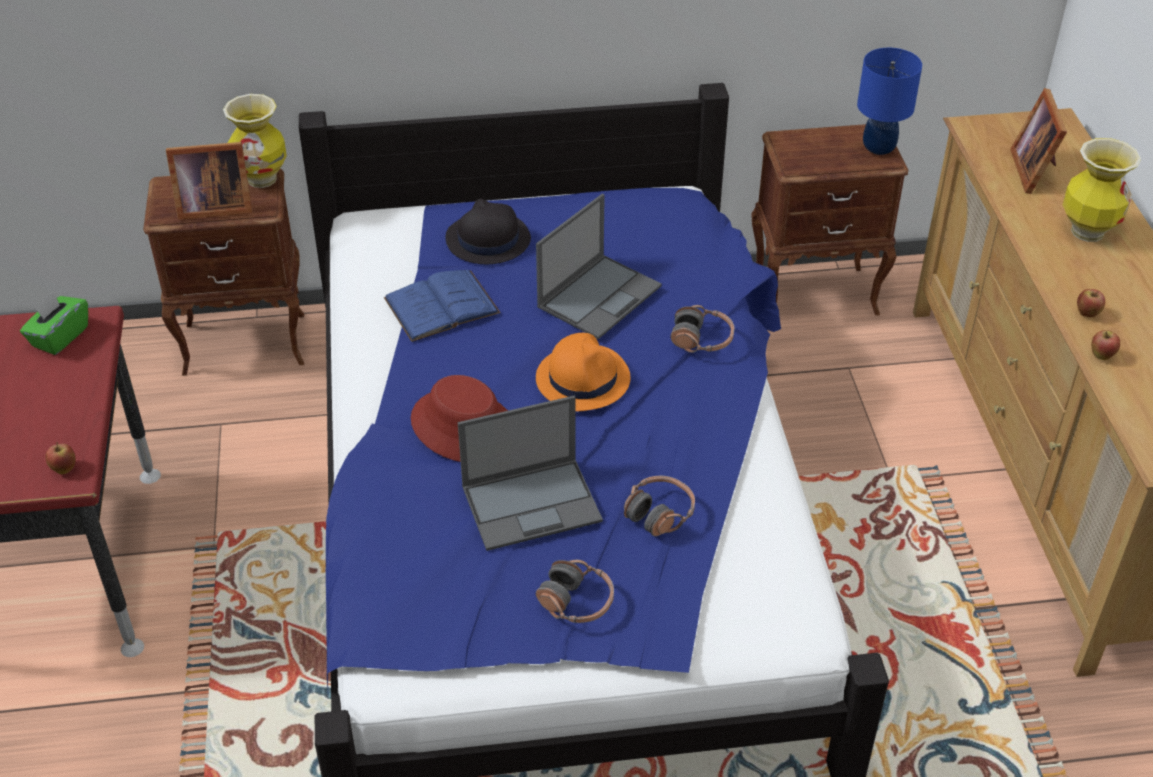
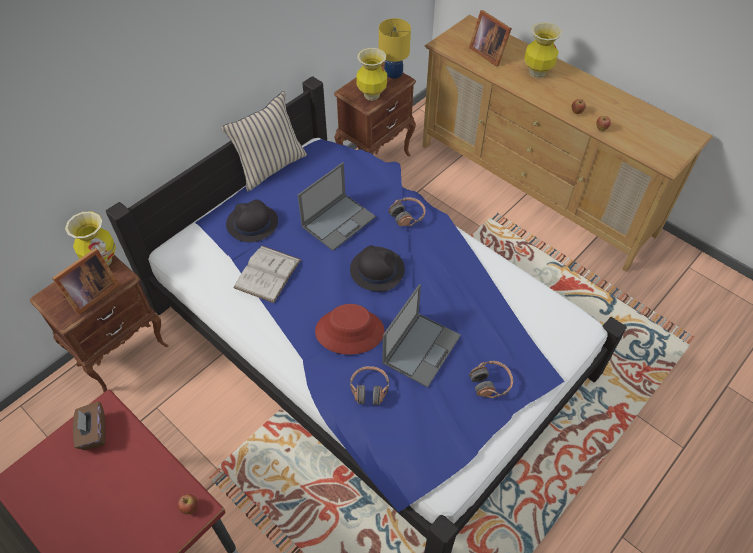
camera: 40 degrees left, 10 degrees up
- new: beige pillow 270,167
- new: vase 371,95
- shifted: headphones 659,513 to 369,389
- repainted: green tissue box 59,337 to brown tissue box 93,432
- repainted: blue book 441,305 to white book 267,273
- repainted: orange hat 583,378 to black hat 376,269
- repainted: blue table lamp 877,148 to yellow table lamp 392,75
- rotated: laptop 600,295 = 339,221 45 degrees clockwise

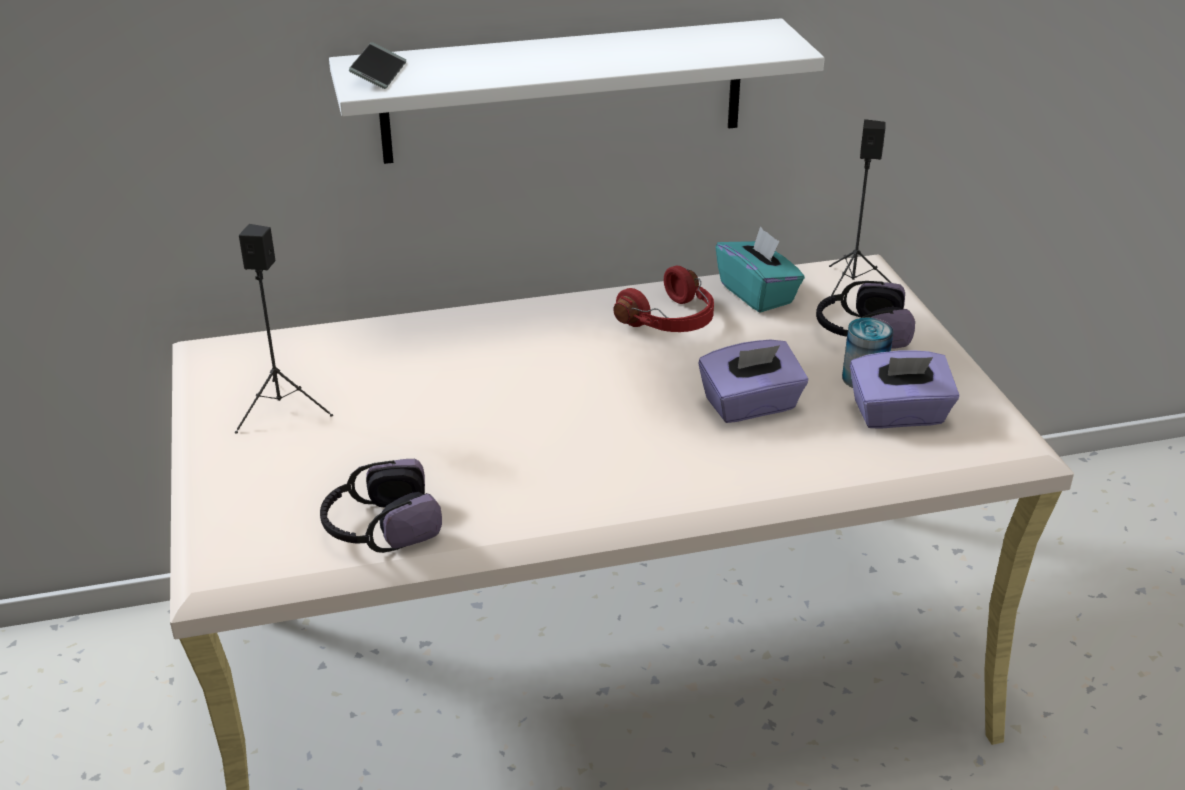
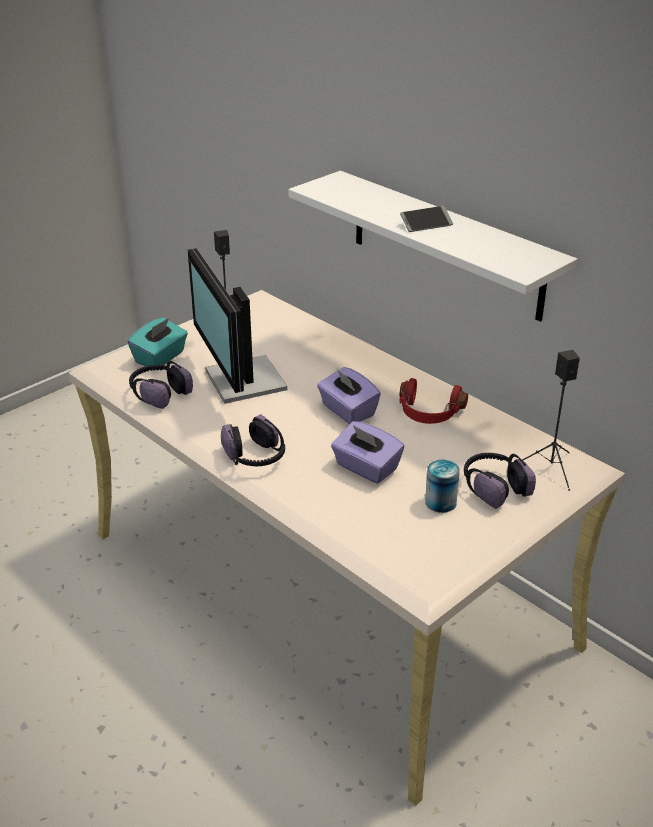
camera: 60 degrees right, 0 degrees up
- new: monitor 242,381
- new: headphones 255,457
- shifted: phone 379,74 to 426,224
- shifted: turquoise tissue box 757,294 to 160,357
- shifted: purple tissue box 899,415 to 347,411

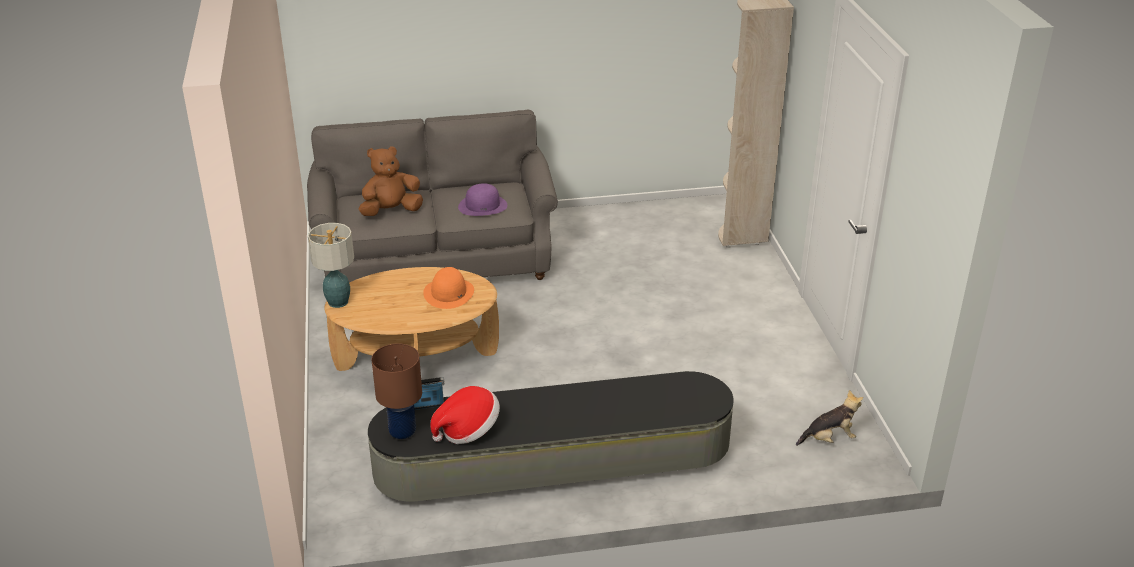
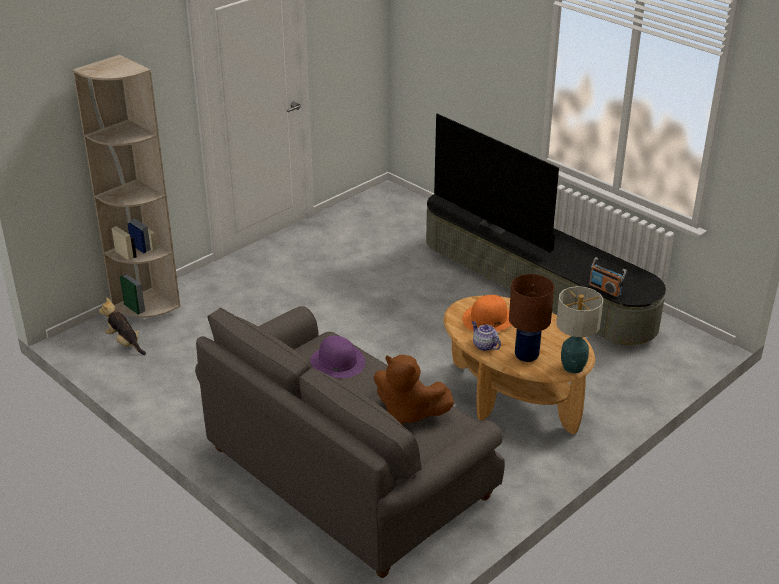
camera: 125 degrees left, 0 degrees up
- gone: hat 468,430
- new: television 497,225
- new: teapot 484,345
- shifted: brown table lamp 402,433 to 527,357
- shifted: plush toy 829,439 to 125,343

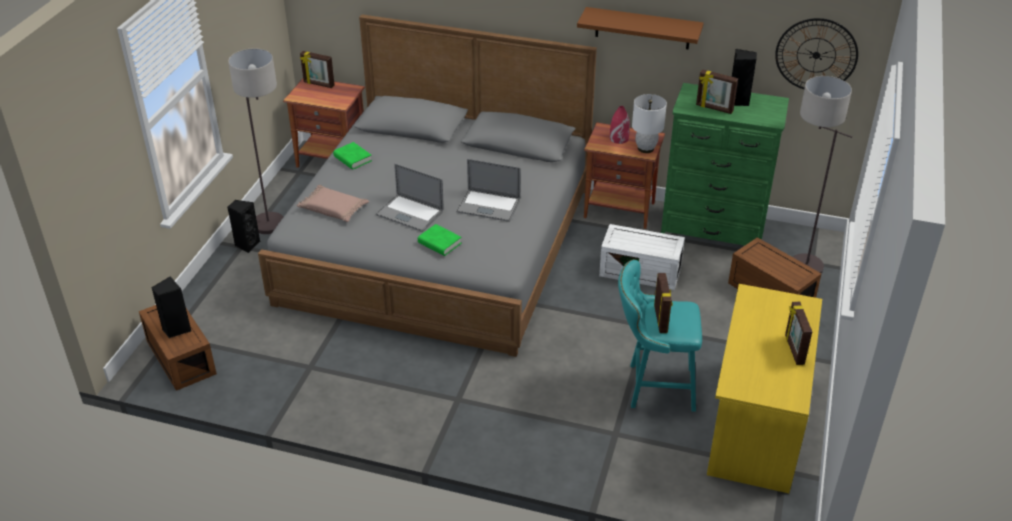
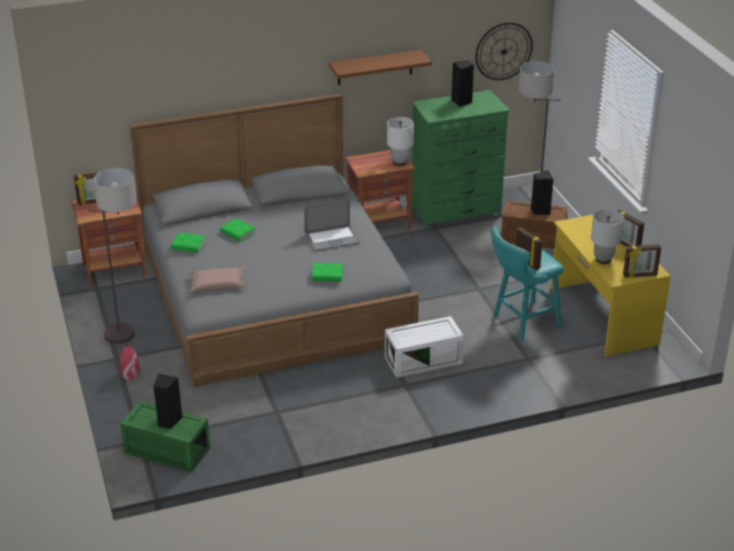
camera: 35 degrees left, 5 degrees down
- gone: laptop 409,213
- new: green book 238,233
- new: white table lamp 603,260
- shifted: black speaker 247,244 to 540,211
- shifted: white storage box 641,271 to 424,359
- shifted: red vase 619,138 to 130,373
- shifted: picture frame 714,108 to 640,275
- repainted: brown storage box 179,357 to green storage box 165,450

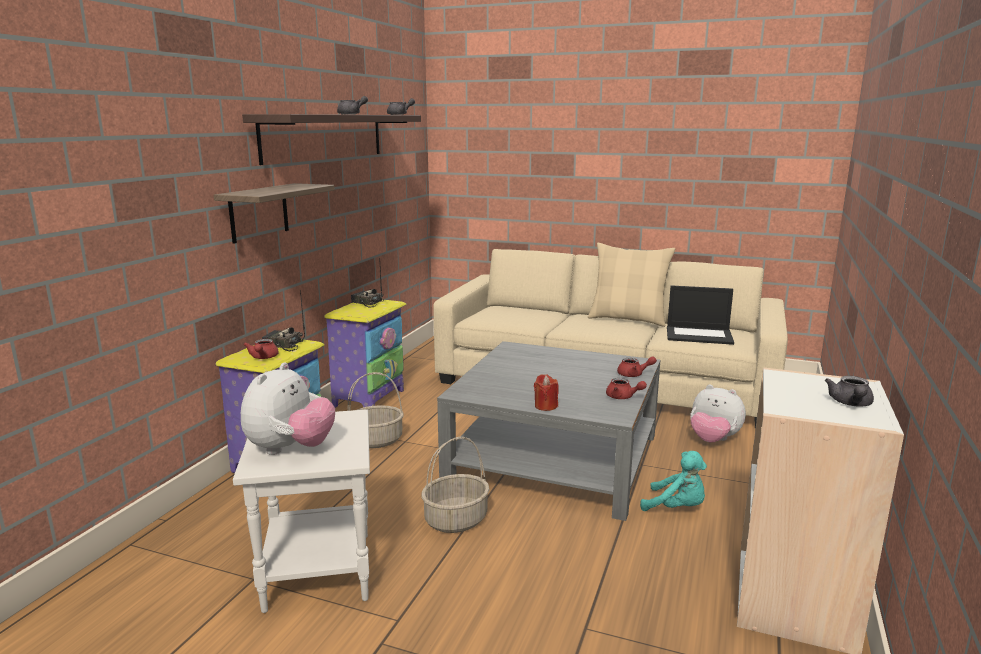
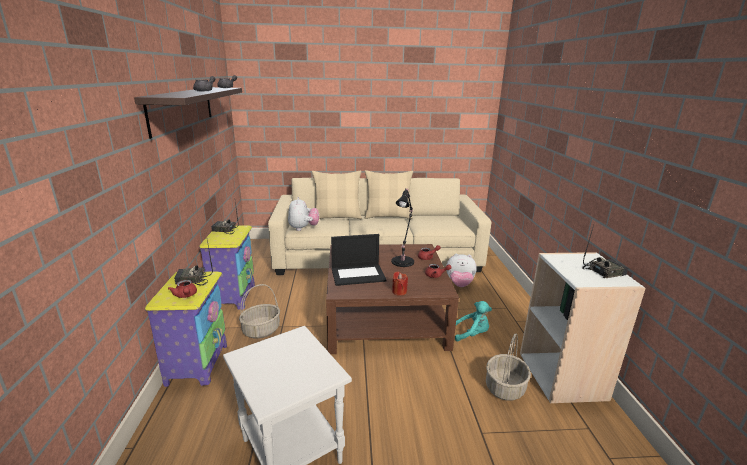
camera: 25 degrees left, 5 degrees up
- gone: shelf 259,212
- new: beige pillow 337,217
- new: black table lamp 403,261
- shifted: plush toy 290,449 to 303,228
- shifted: basket 455,520 to 505,388
- shifted: laptop 699,335 to 358,274
- swapped: grey teapot 850,404 to radio 603,271
- repainted: grey coffee table 554,458 to brown coffee table 385,316

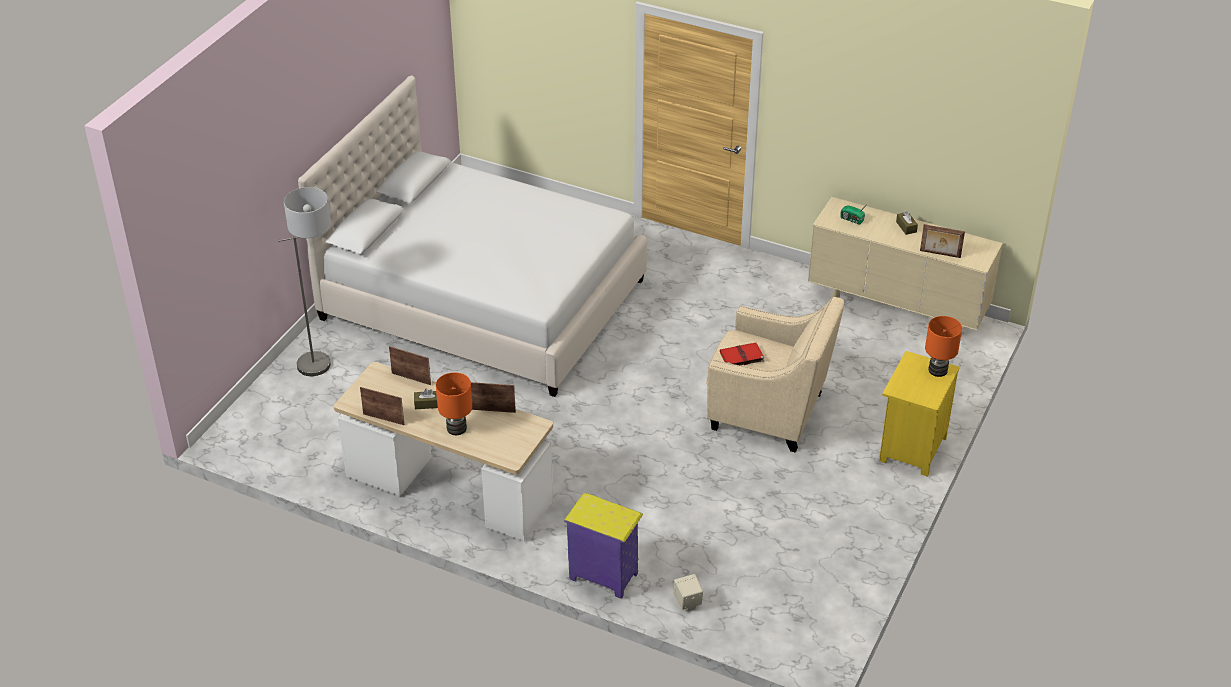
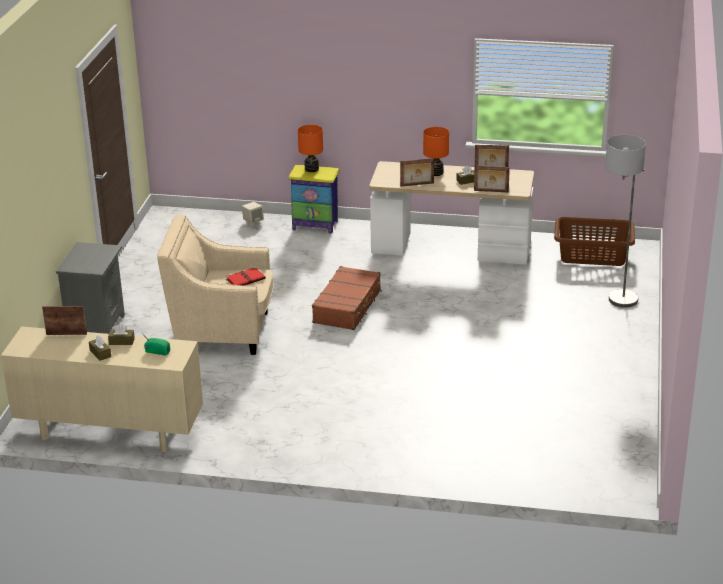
camera: 165 degrees right, 10 degrees down
- gone: white bed 483,299
- new: brown tissue box 121,341
- new: brown suitcase 348,306
- new: brown laundry basket 593,255
- shifted: orange table lamp 937,370 to 311,169
- repainted: yellow nightstand 910,449 to grey nightstand 98,326

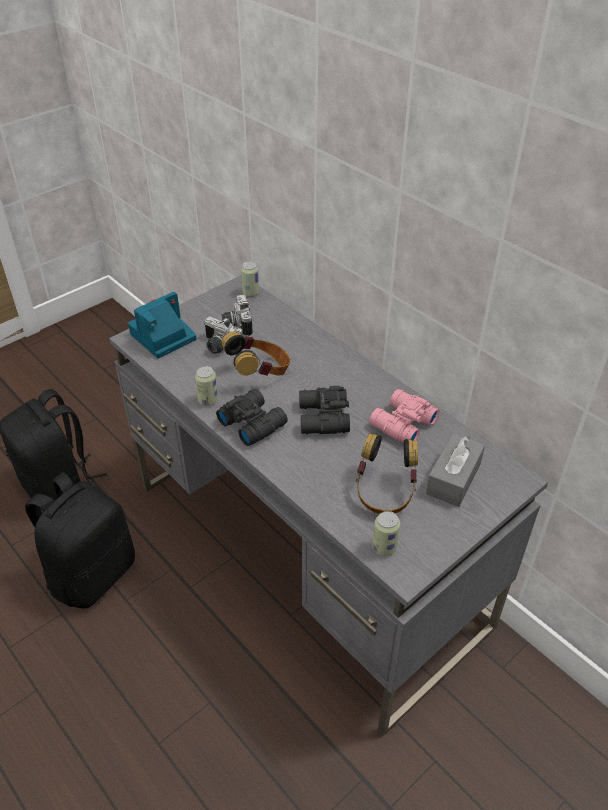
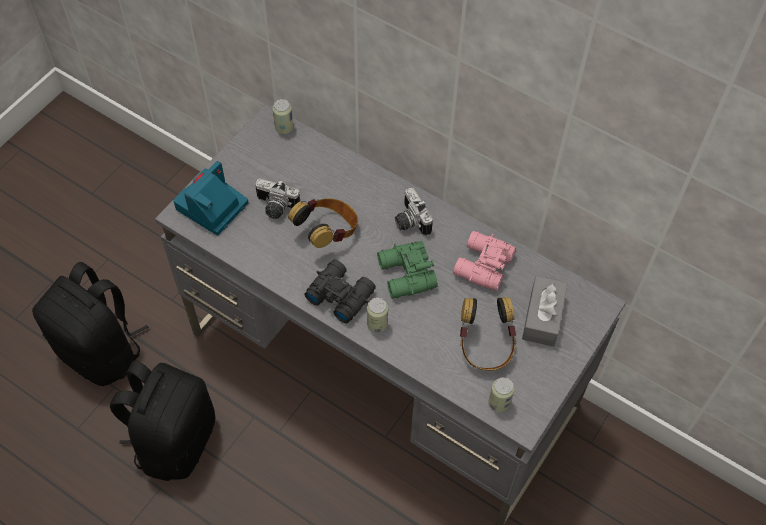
camera: 15 degrees left, 15 degrees up
- shifted: can 208,400 to 377,324
- shifted: photo camera 236,325 to 409,221
- repainted: black binoculars 322,419 to green binoculars 405,276

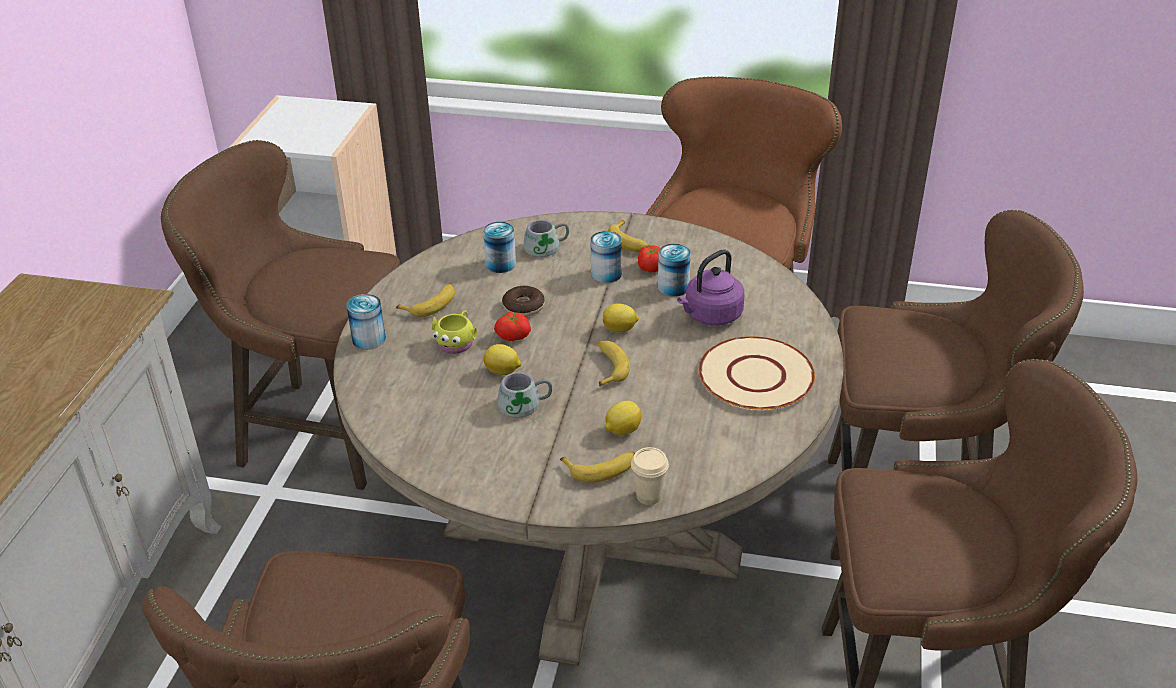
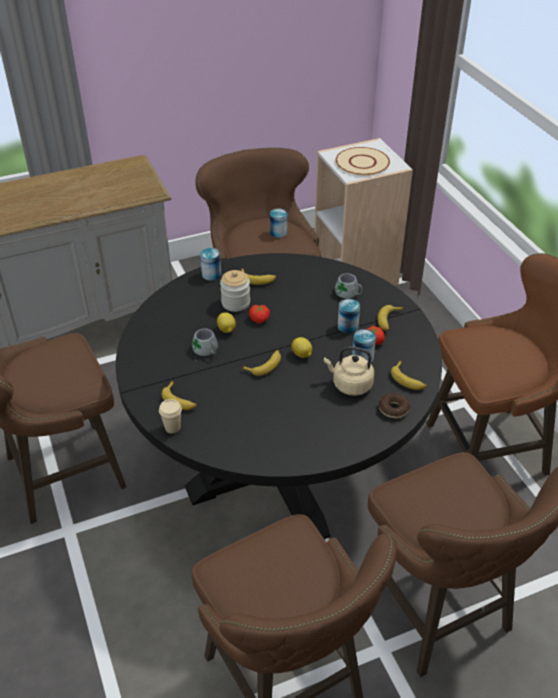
camera: 55 degrees right, 5 degrees up
- gone: lemon 622,430
- new: banana 408,380
- shifted: can 500,264 to 278,232
- shifted: donut 523,307 to 393,409
- shifted: beige plate 756,376 to 362,163
- swapped: yellow mug 456,342 to jar 235,303
- repainted: beige dining table 591,543 to black dining table 278,467
- repainted: purple kettle 710,316 to beige kettle 350,385

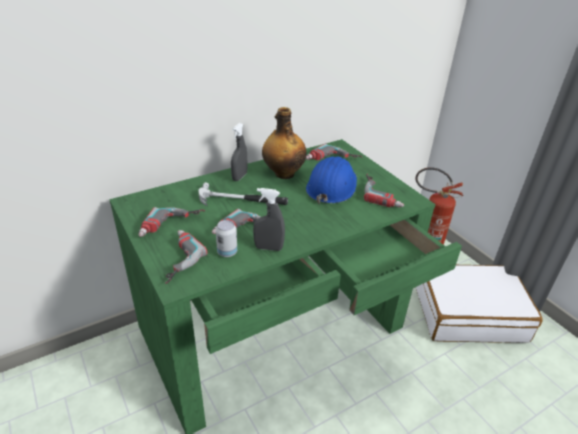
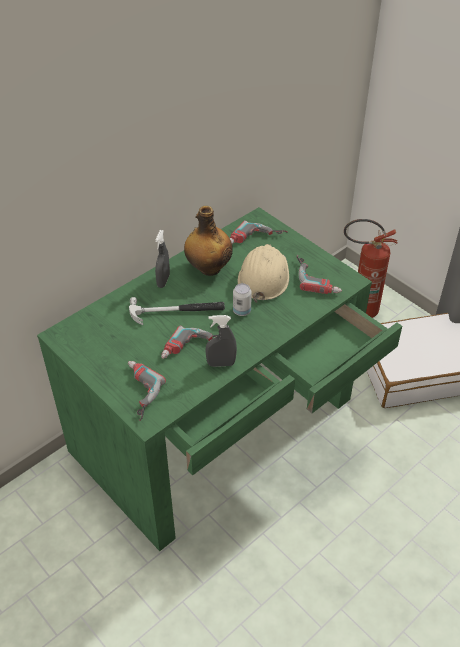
camera: 10 degrees left, 10 degrees up
- gone: power drill 172,226
- shifted: can 227,252 to 241,311
- repainted: blue hard hat 331,186 to beige hard hat 263,277

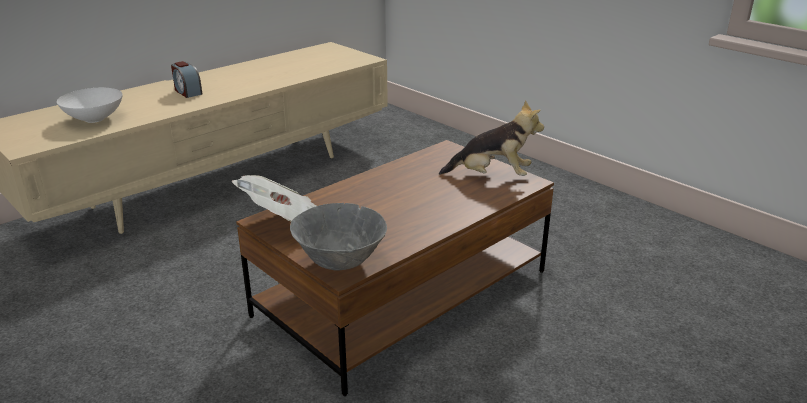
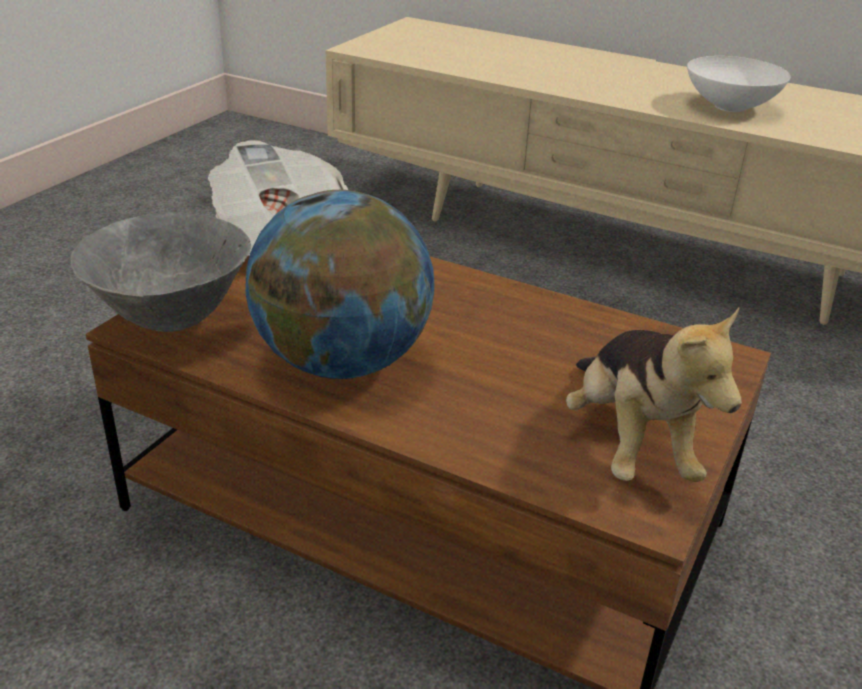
camera: 70 degrees right, 5 degrees up
- gone: alarm clock 187,92
- new: globe 342,362
- shifted: white bowl 94,119 to 731,106

